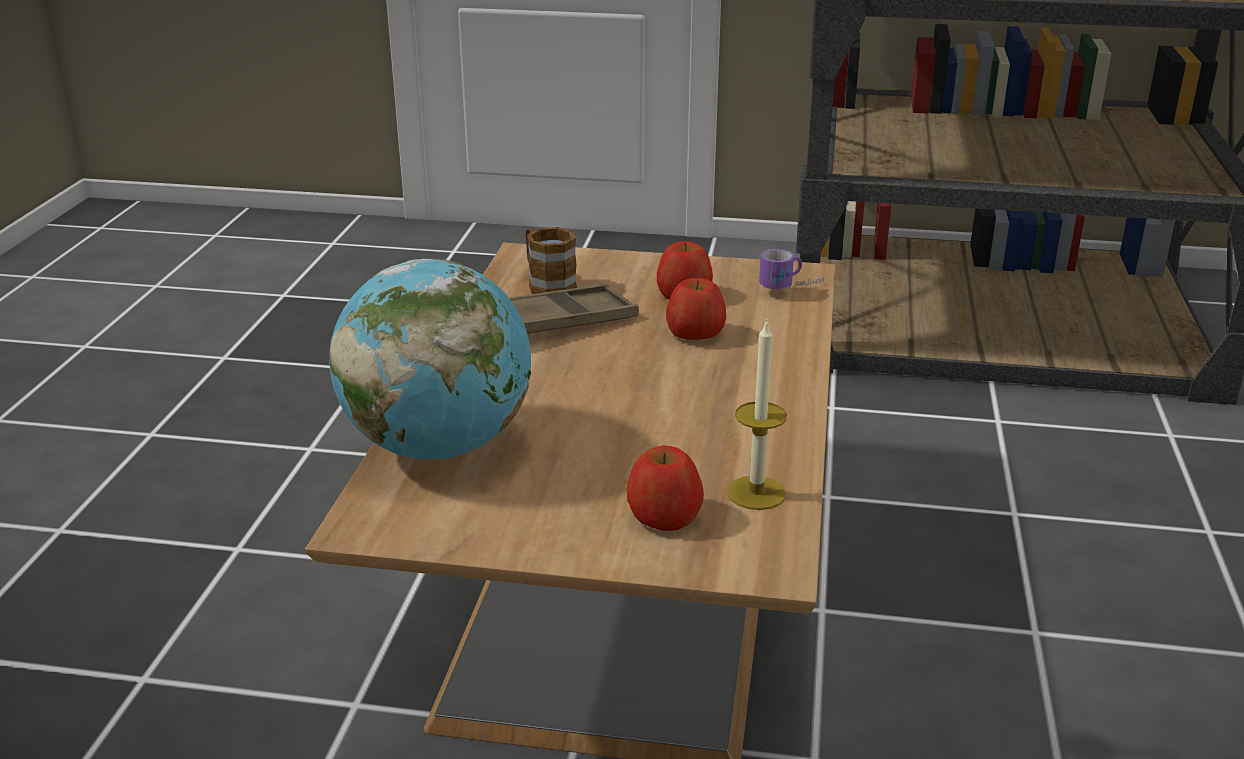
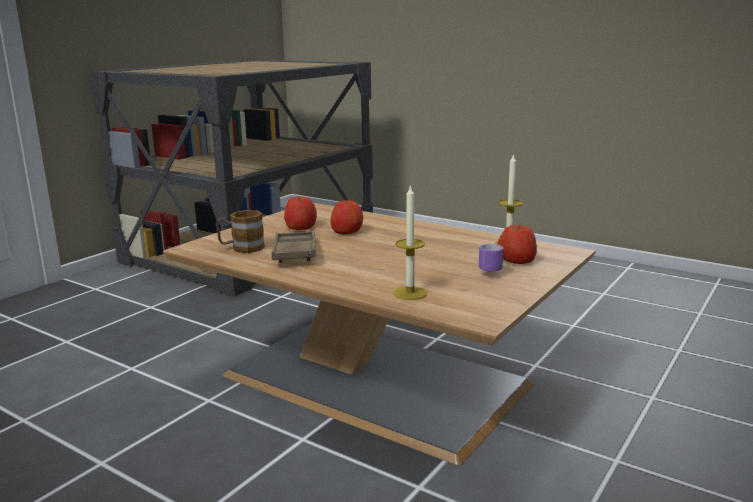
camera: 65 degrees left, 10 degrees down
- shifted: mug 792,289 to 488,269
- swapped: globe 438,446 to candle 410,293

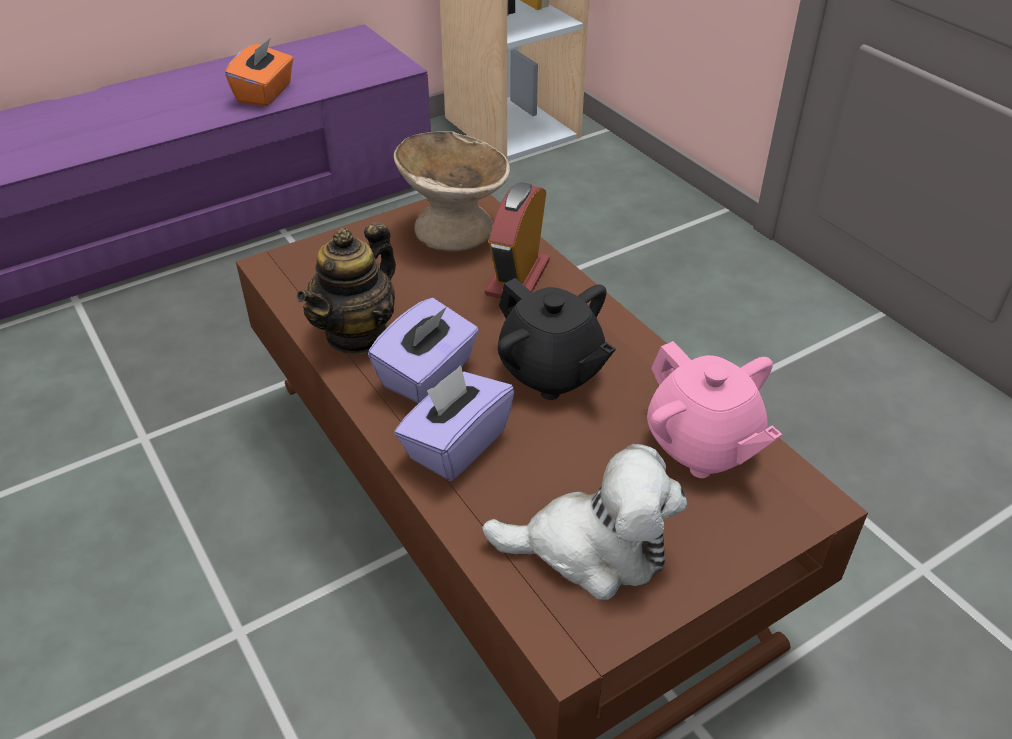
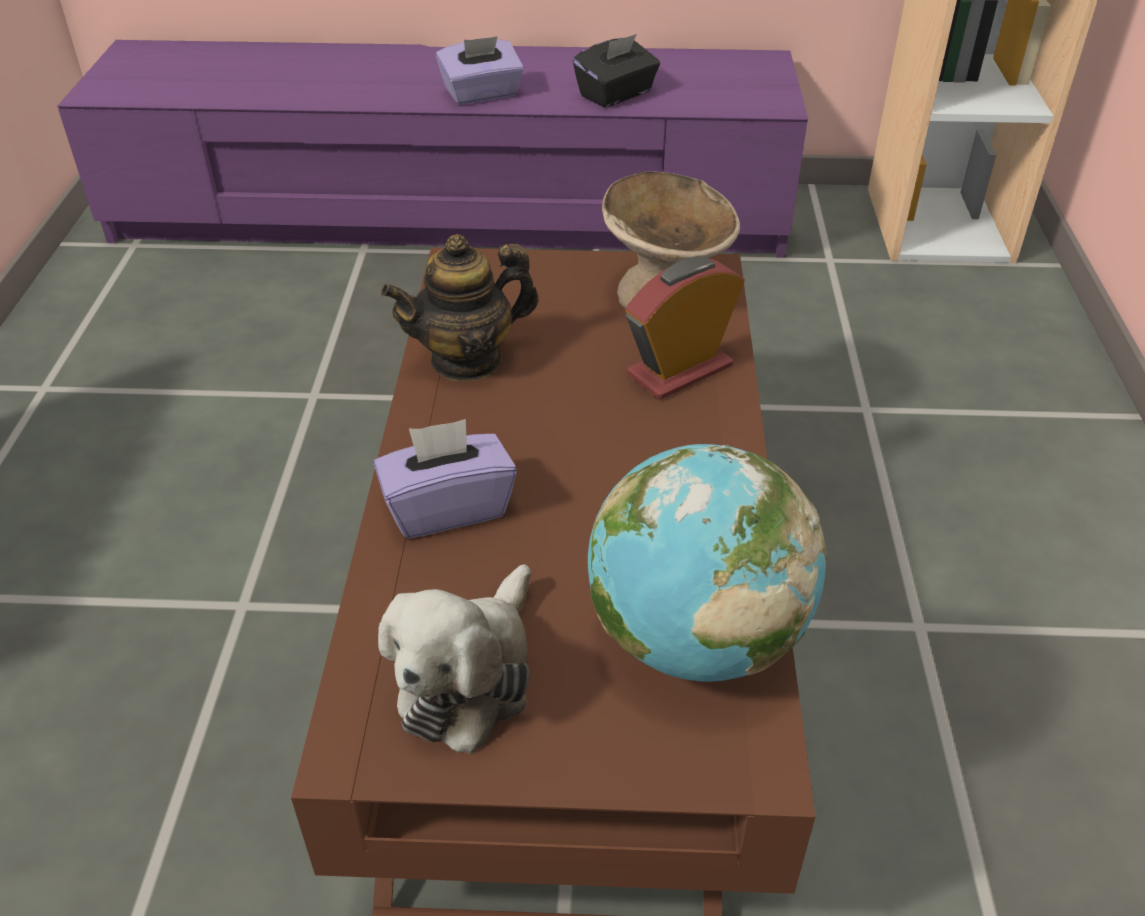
camera: 35 degrees right, 0 degrees up
- gone: black teapot 551,372
- shifted: purple tissue box 427,375 to 482,94
- swapped: pink teapot 702,446 to globe 695,637
- repainted: orange tissue box 265,94 to black tissue box 616,94
- rotated: plush toy 592,549 = 469,676 75 degrees clockwise

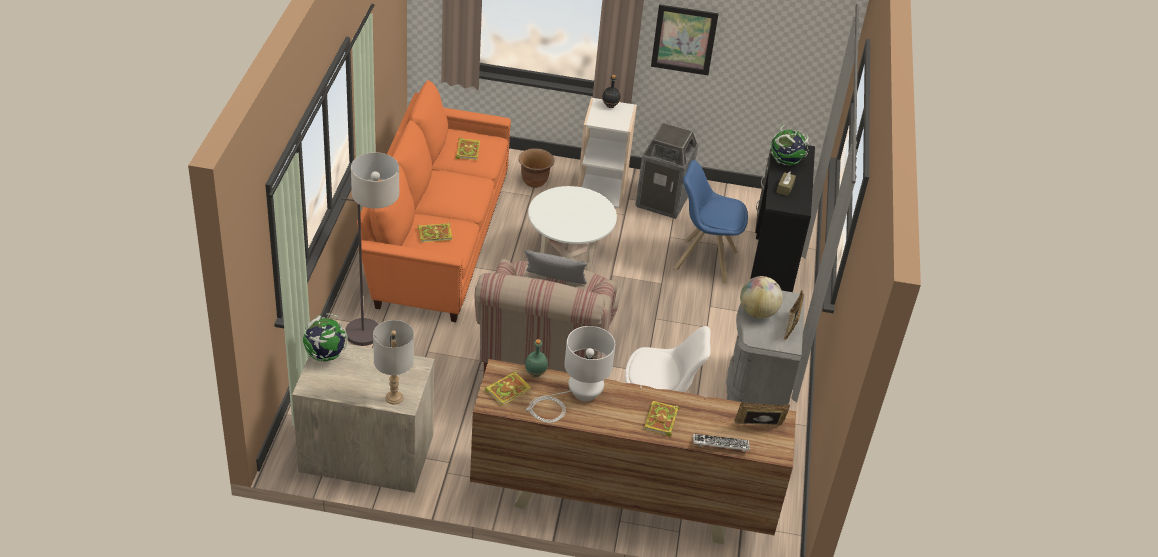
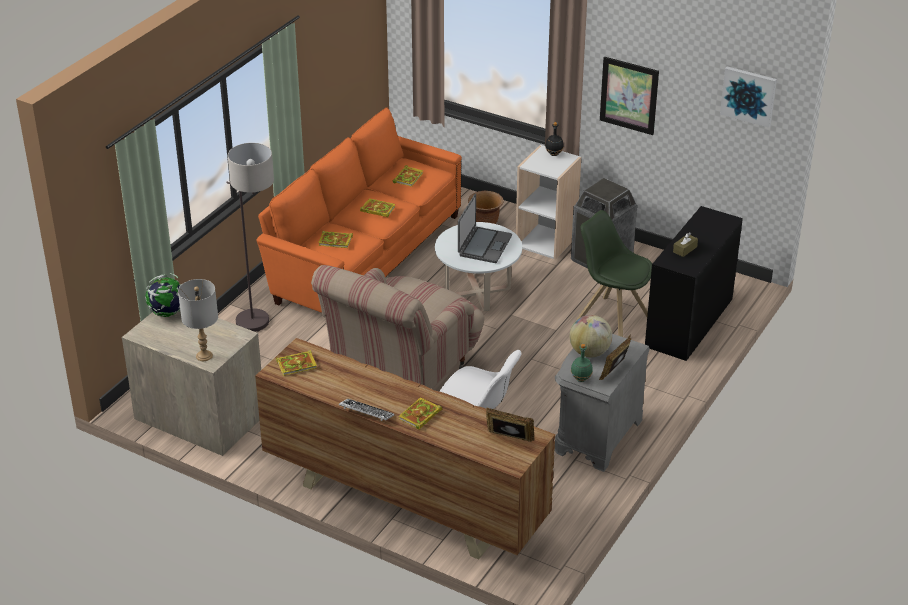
camera: 25 degrees right, 5 degrees down
- gone: grey pillow 554,281
- gone: white table lamp 570,399
- gone: globe 785,162
- new: book 377,209
- new: laptop 484,246
- new: picture 748,96
- shifted: green bottle 535,373 to 581,379
- shifted: keyboard 720,445 to 366,413
- repainted: blue chair 705,260 to green chair 612,318

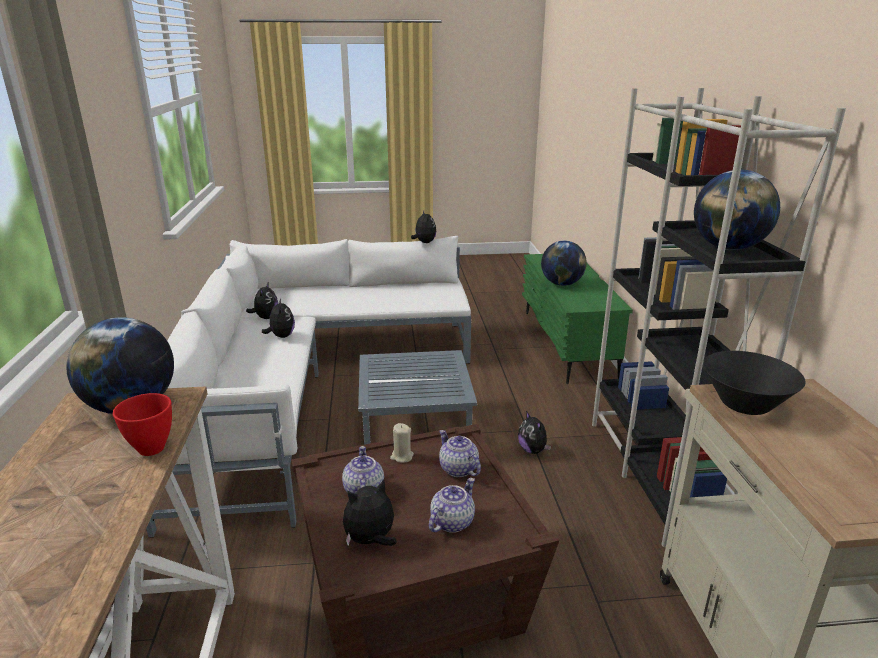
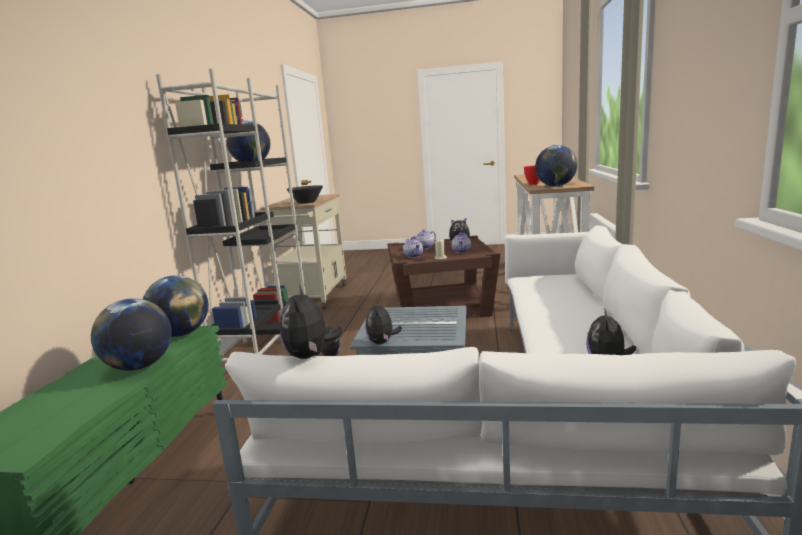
camera: 165 degrees left, 10 degrees down
- new: globe 181,334
- shifted: plush toy 281,336 to 382,342

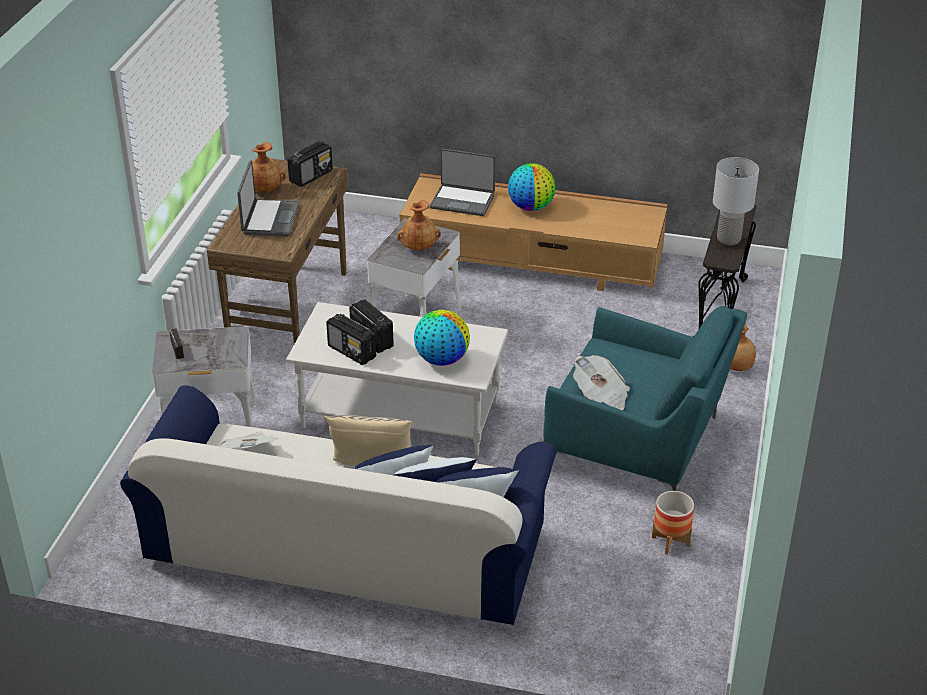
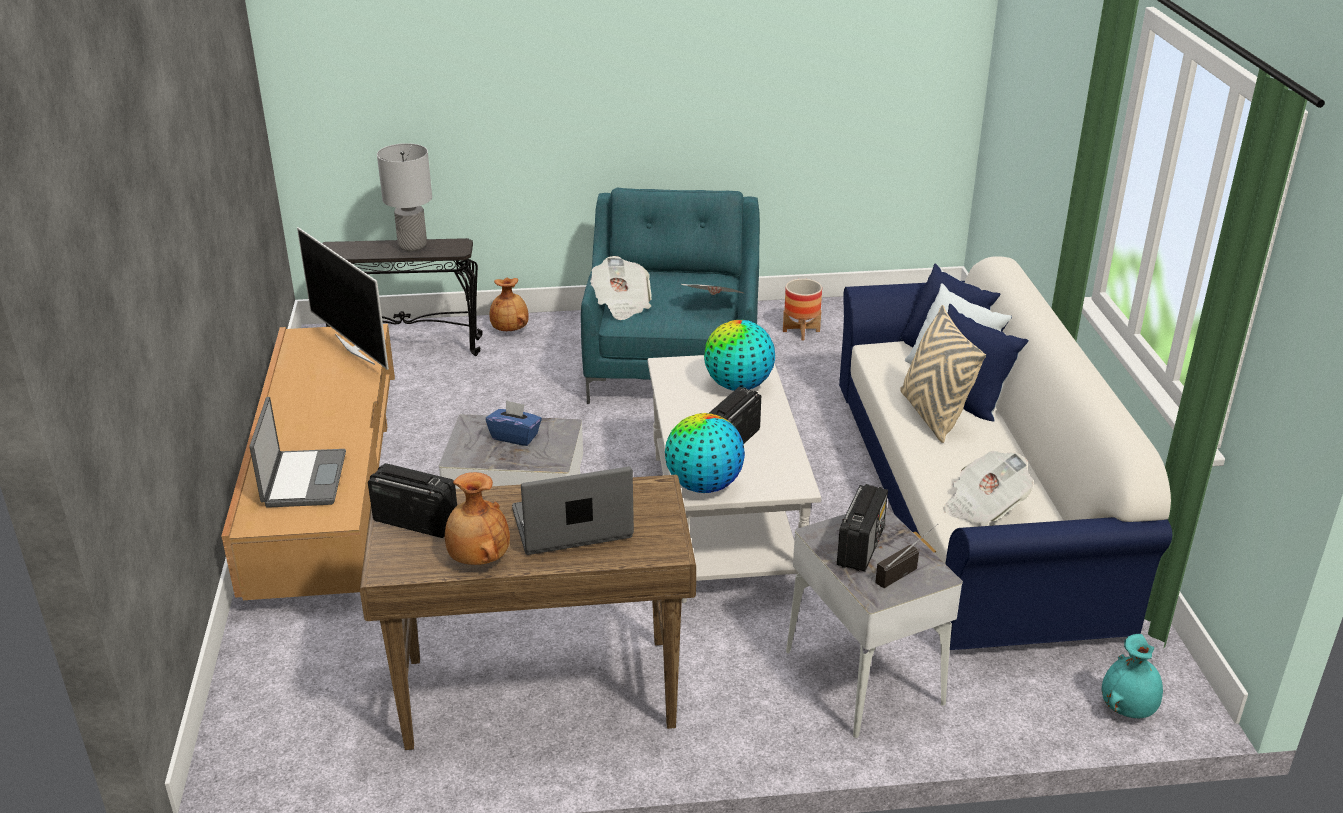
camera: 110 degrees left, 5 degrees down
- new: television 356,349
- new: newspaper 621,304
- new: turquoise vase 1128,709
- shifted: radio 352,352 to 861,546
- shifted: globe 531,207 to 703,485
- swapped: brown vase 419,247 to blue tissue box 515,436

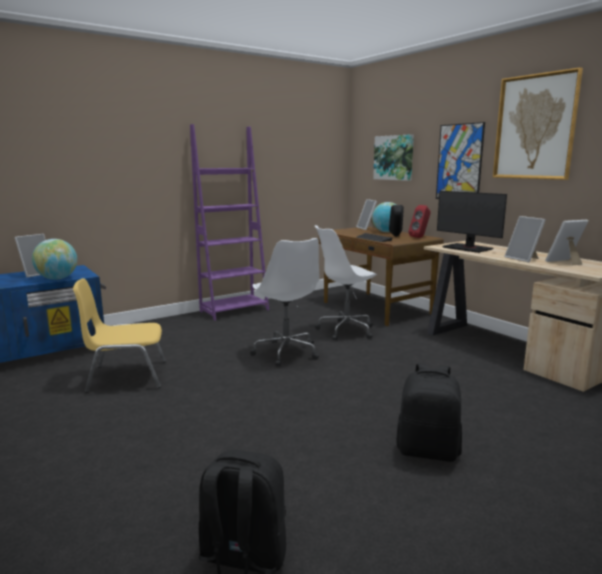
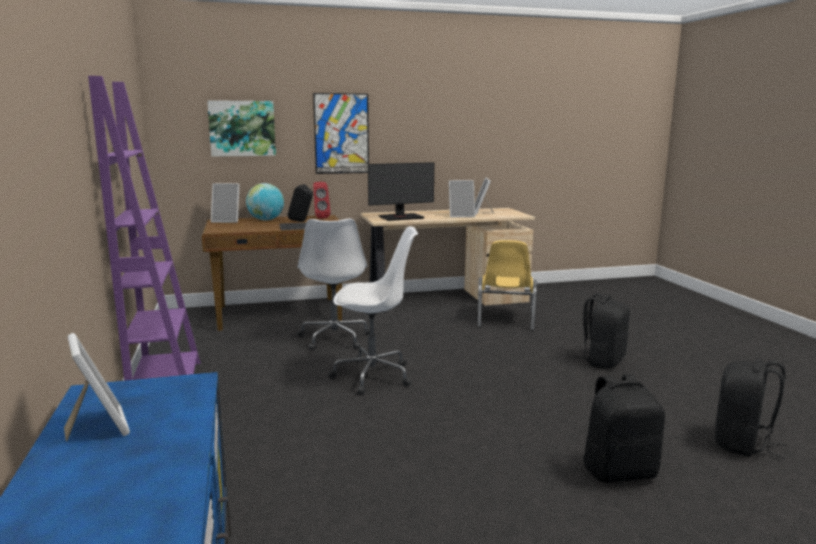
camera: 70 degrees left, 0 degrees up
- gone: globe 57,279
- gone: picture 535,127
- new: black backpack 619,471
- shifted: yellow chair 126,376 to 505,320

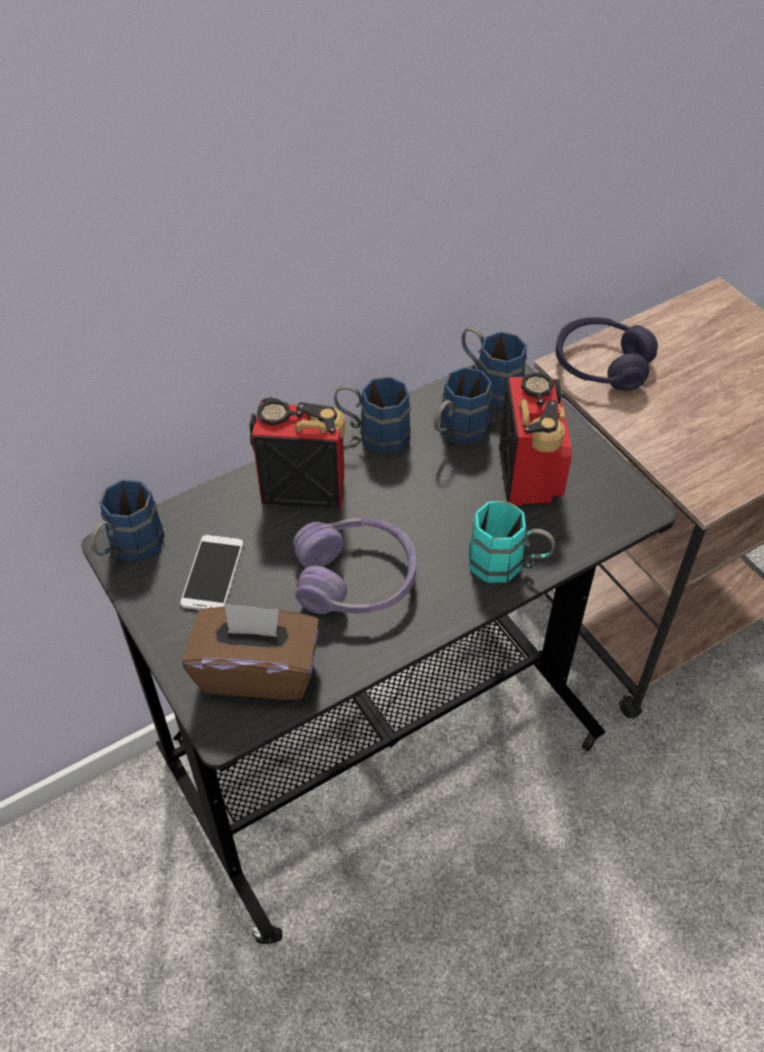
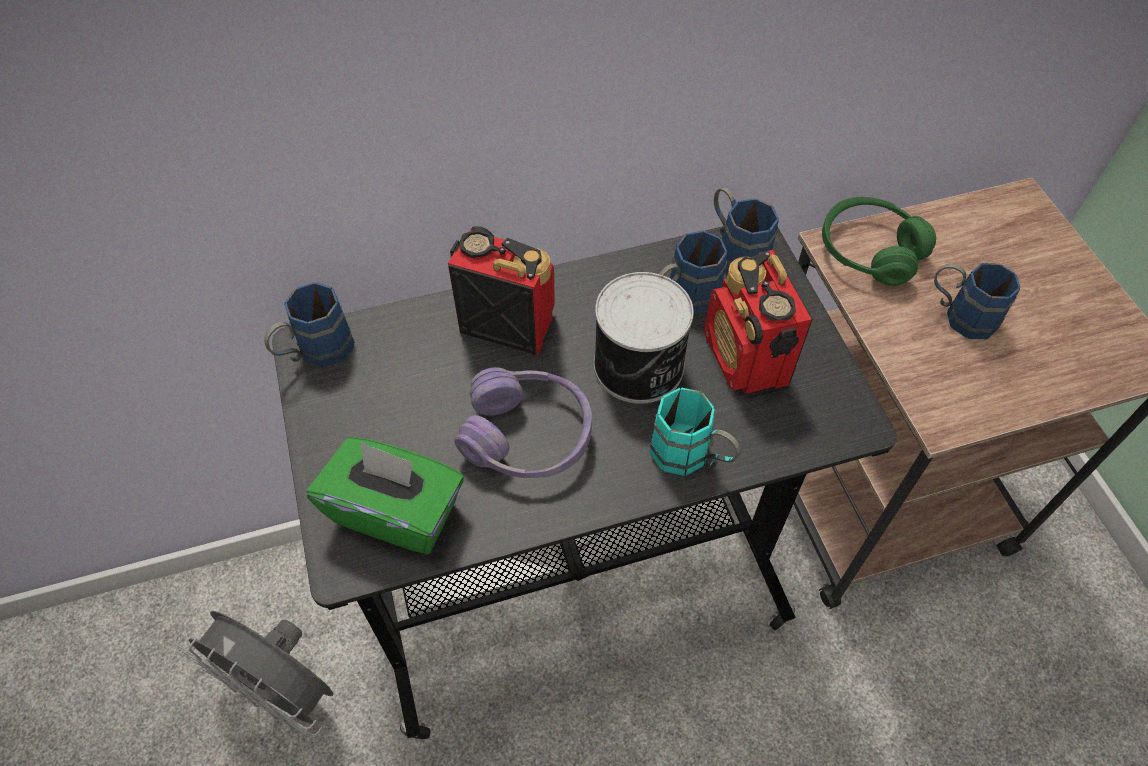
camera: 15 degrees right, 5 degrees up
- gone: phone 212,573
- new: grey fan 284,691
- new: can 640,367
- shifted: blue mug 373,434 to 959,315
- repainted: brown tissue box 257,670 to green tissue box 396,511
- repainted: purple headphones 601,365 to green headphones 870,251
- rotated: radio 529,474 = 746,359 150 degrees clockwise

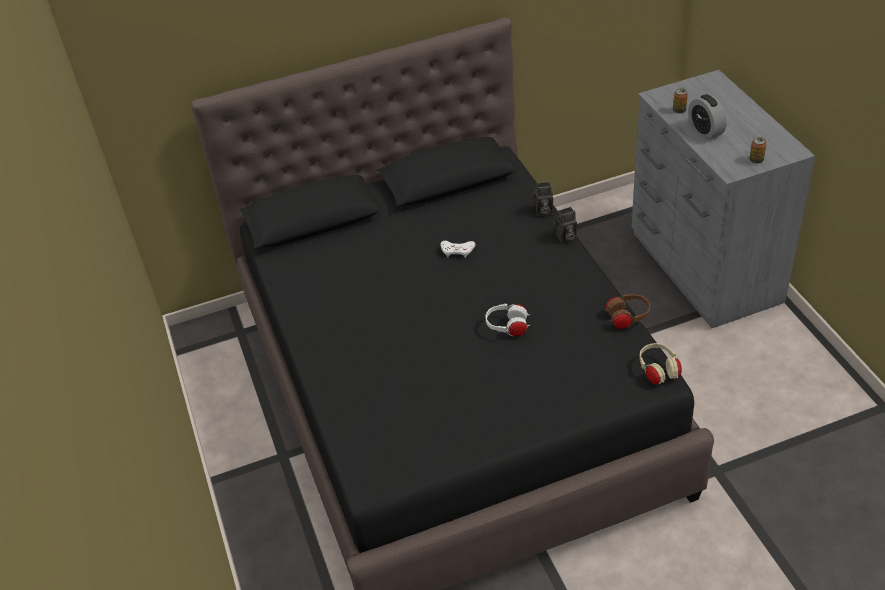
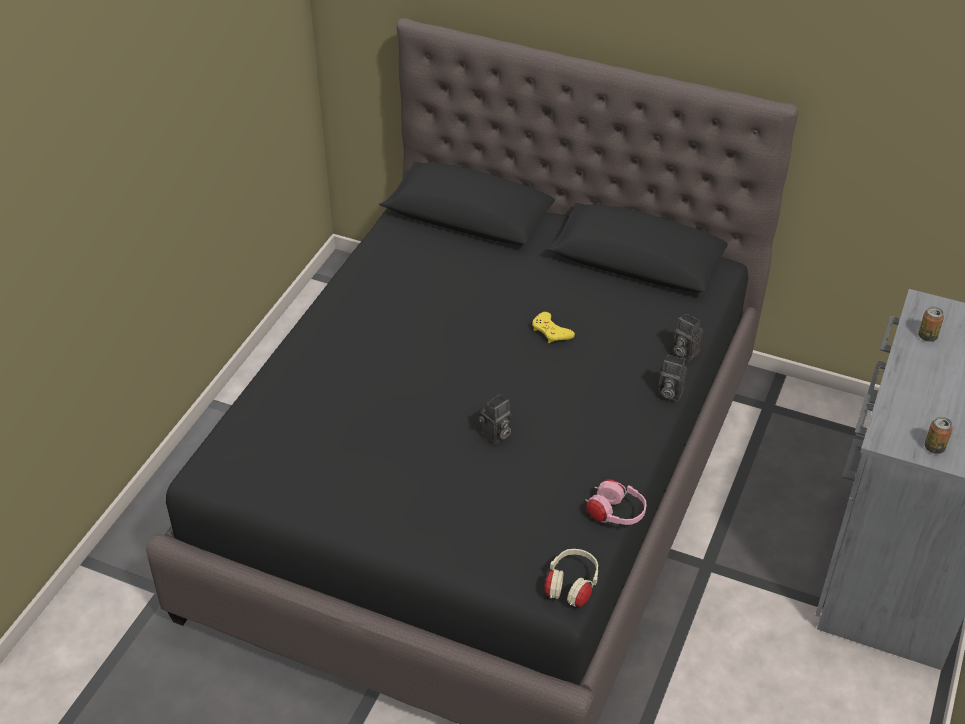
camera: 40 degrees right, 0 degrees up
- gone: alarm clock 705,131
- swapped: white headphones 508,327 to photo camera 495,435
- repainted: white game controller 457,251 to yellow game controller 551,331
- repainted: brown headphones 627,318 to pink headphones 615,514

